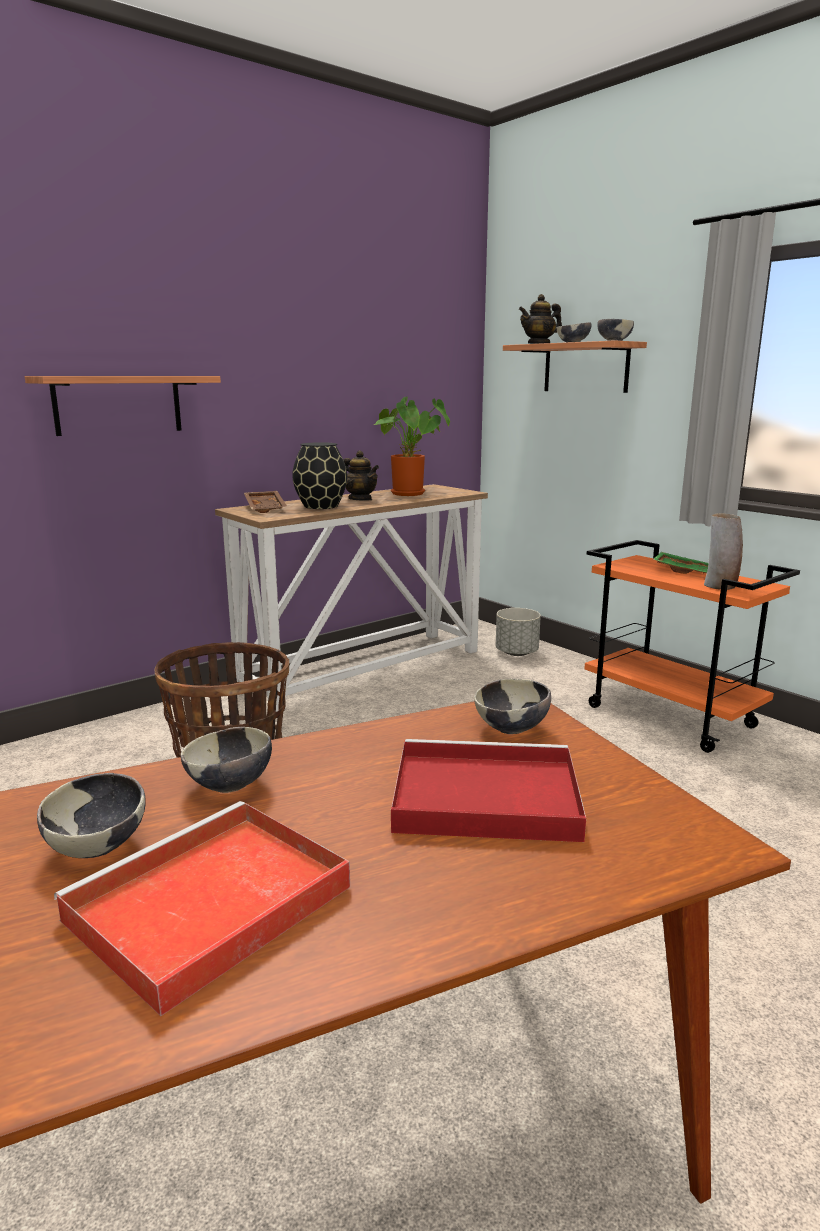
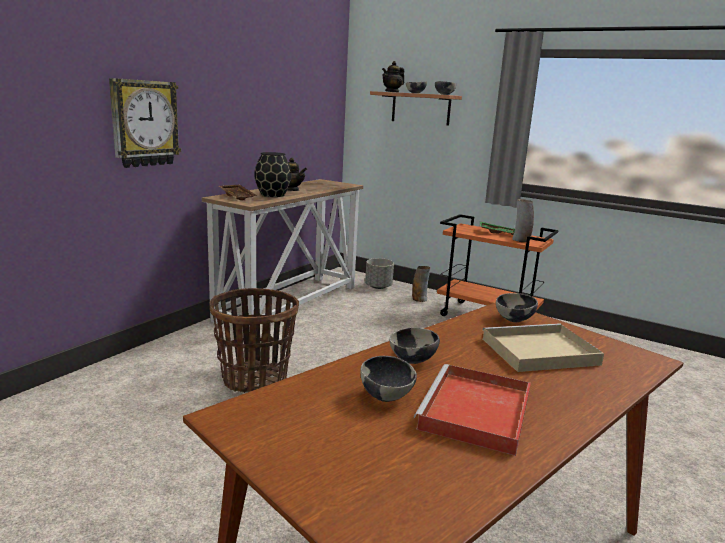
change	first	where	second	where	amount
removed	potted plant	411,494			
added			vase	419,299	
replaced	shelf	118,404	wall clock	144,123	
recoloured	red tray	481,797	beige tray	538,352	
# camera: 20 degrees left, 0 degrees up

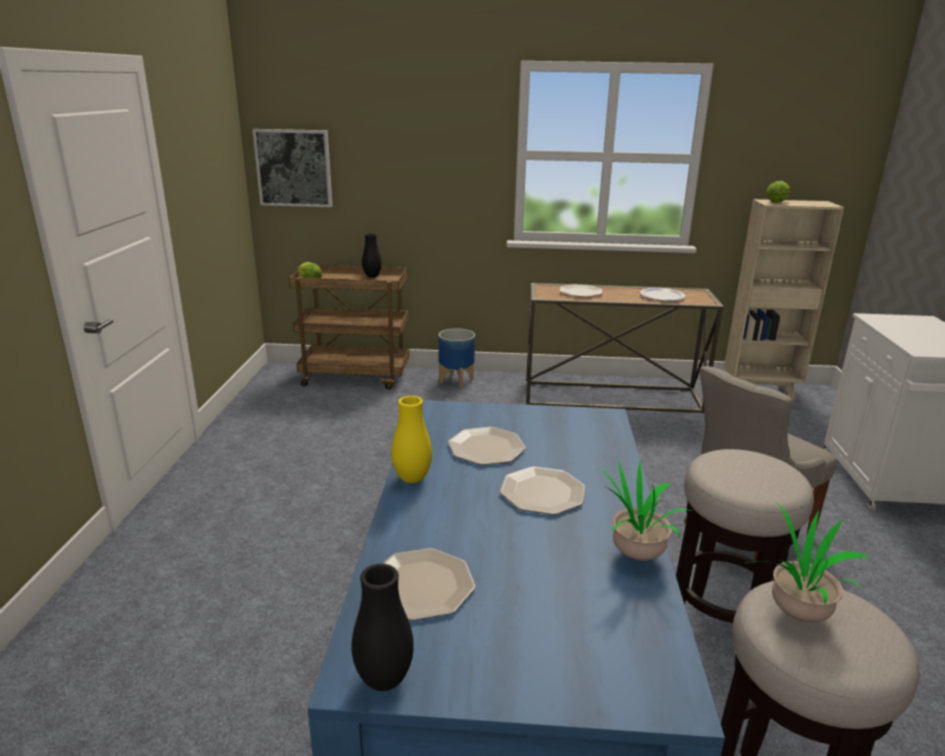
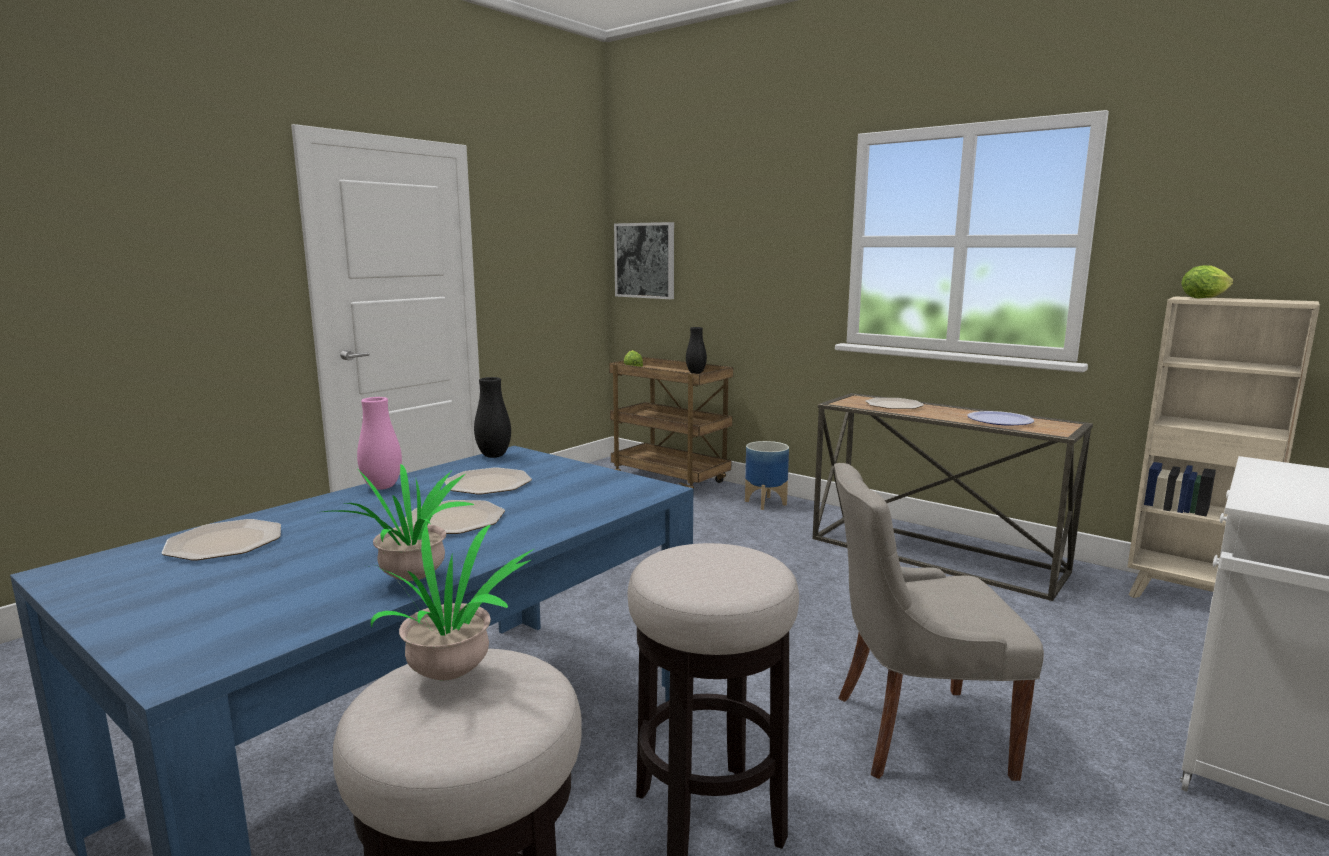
change	first	where	second	where	amount
moved	black vase	384,680		494,456	
recoloured	yellow vase	412,479	pink vase	382,487	
# camera: 35 degrees right, 10 degrees down

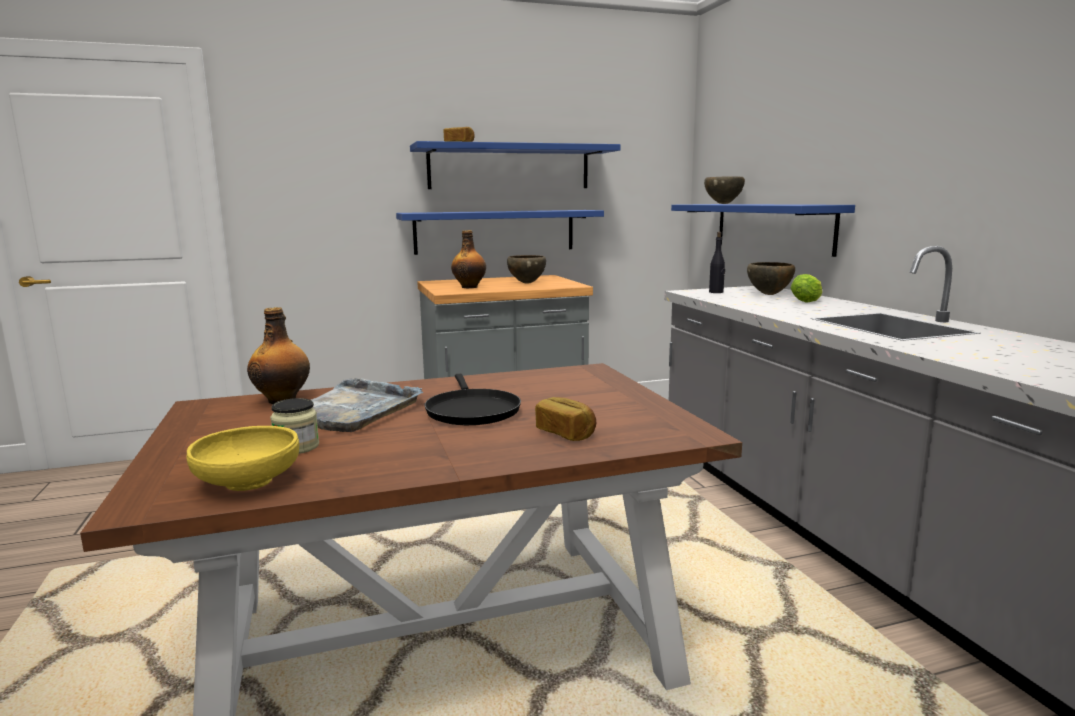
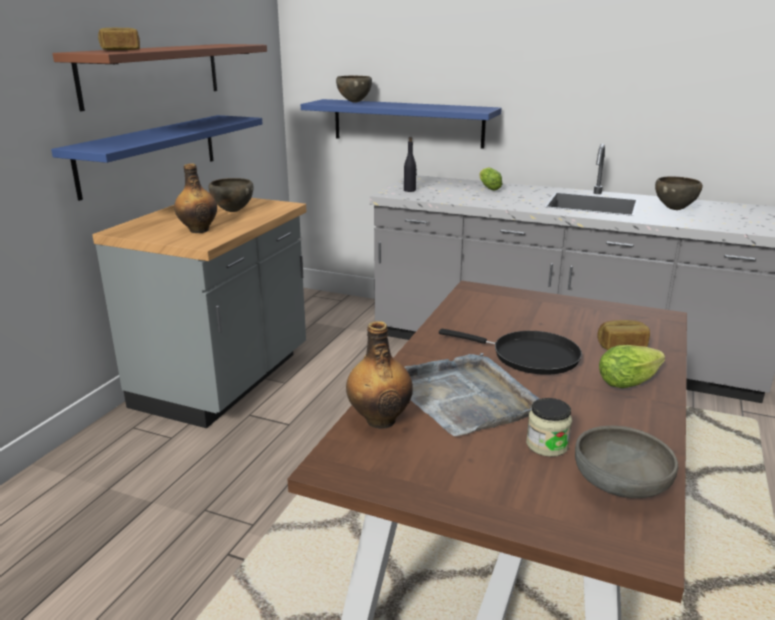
change	first	where	second	where	amount
added			lettuce	631,380	
moved	brown bowl	769,294		674,209	
recoloured	yellow bowl	248,481	grey bowl	620,484	
recoloured	blue shelf	509,167	brown shelf	153,74	
# camera: 50 degrees left, 10 degrees up

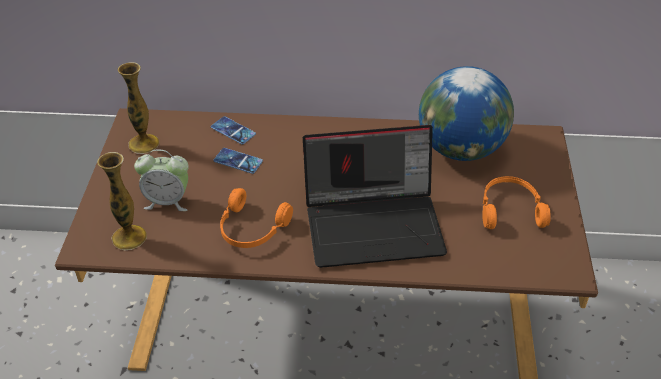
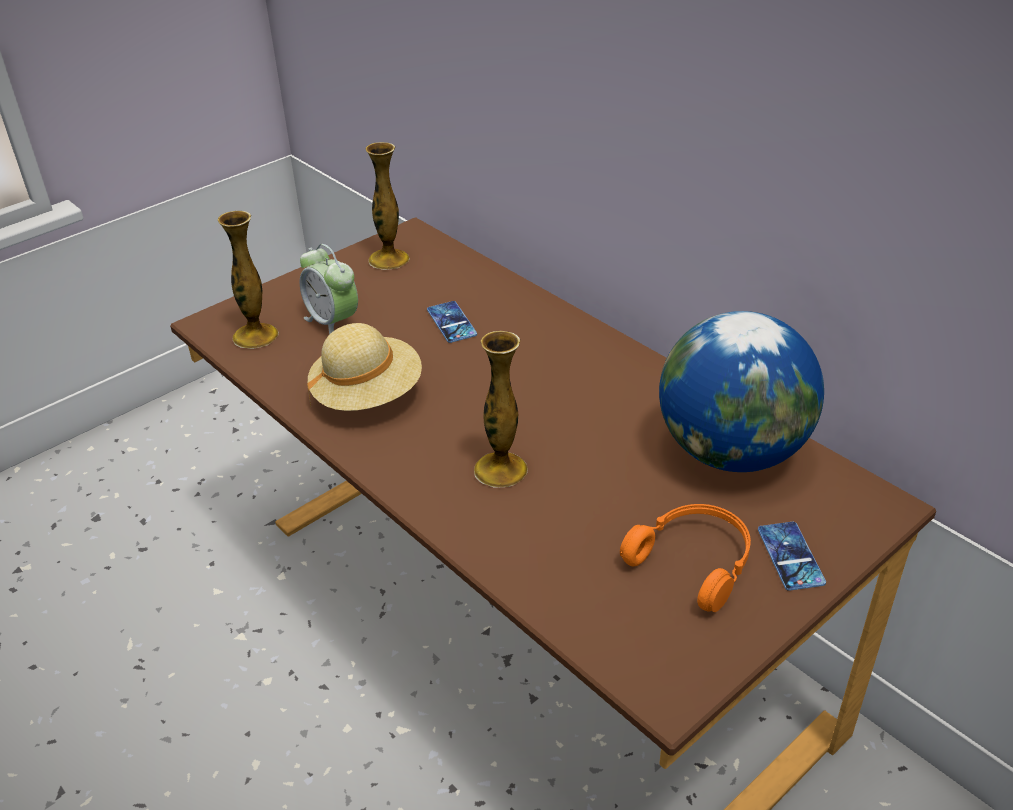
change	first	where	second	where	amount
moved	phone	233,130		790,556	
replaced	orange headphones	251,229	beige hat	367,395	
replaced	laptop	375,224	vase	501,470	
# camera: 45 degrees right, 5 degrees down

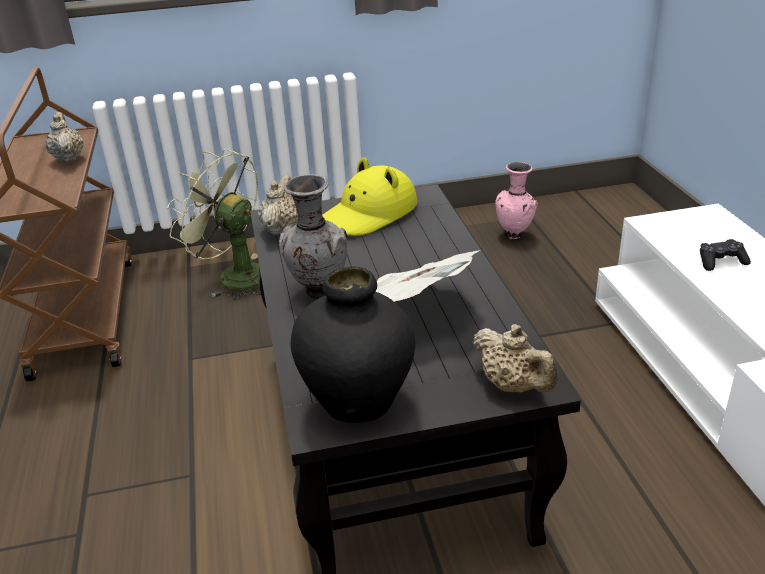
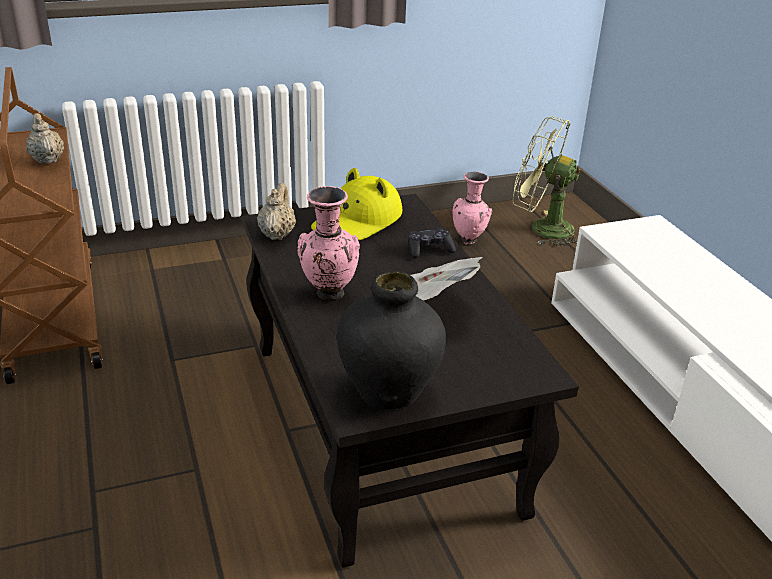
change	first	where	second	where	amount
removed	beige teapot	513,386			
moved	green fan	233,276		541,228	
moved	black game controller	721,262		429,250	
recoloured	grey vase	318,293	pink vase	328,295	
# camera: 10 degrees left, 0 degrees up

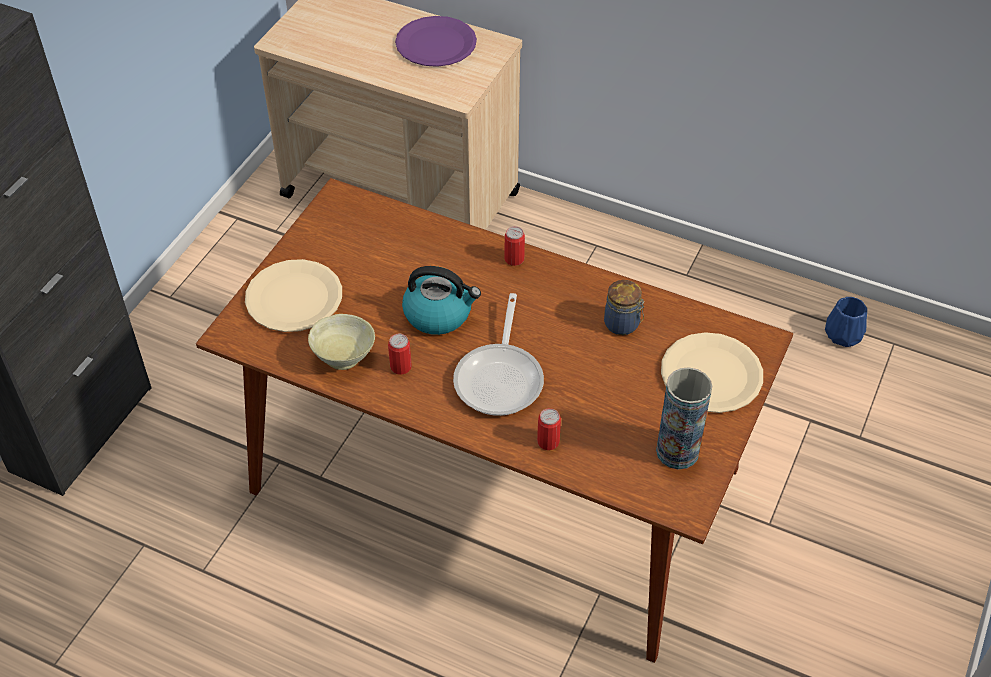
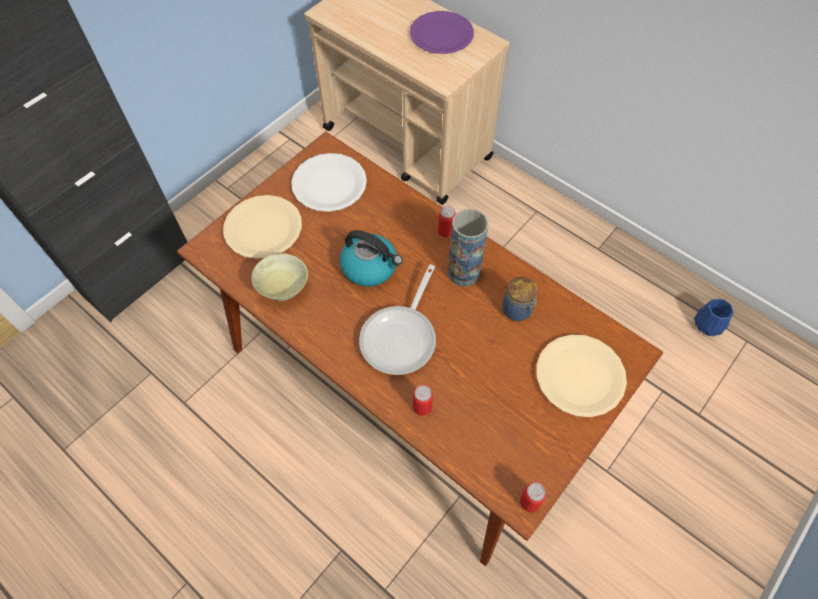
change	first	where	second	where	amount
added			white plate	329,184	
moved	can	401,367		529,502	
moved	vase	677,451		463,272	
# camera: 15 degrees right, 10 degrees up

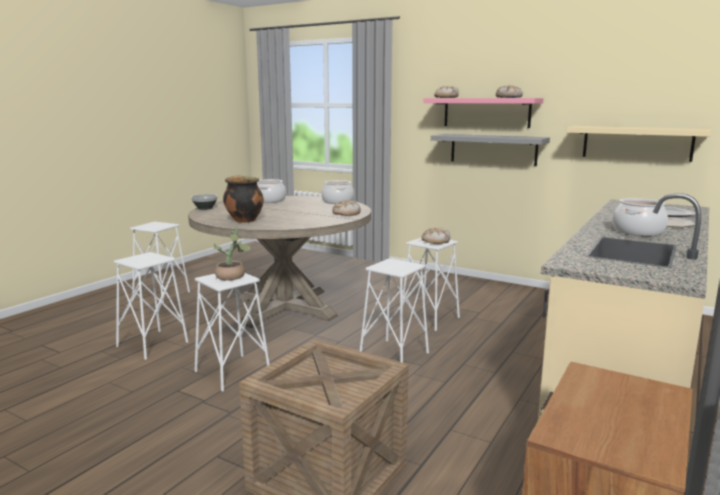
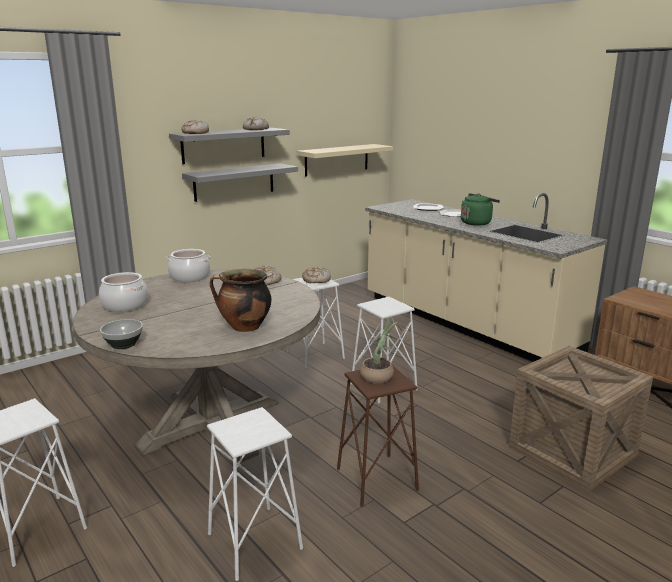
change	first	where	second	where	amount
replaced	cooking pot	638,231	green kettle	477,223	
recoloured	white stool	232,372	brown stool	376,480	
recoloured	pink shelf	486,112	grey shelf	224,145	
# camera: 70 degrees left, 5 degrees up

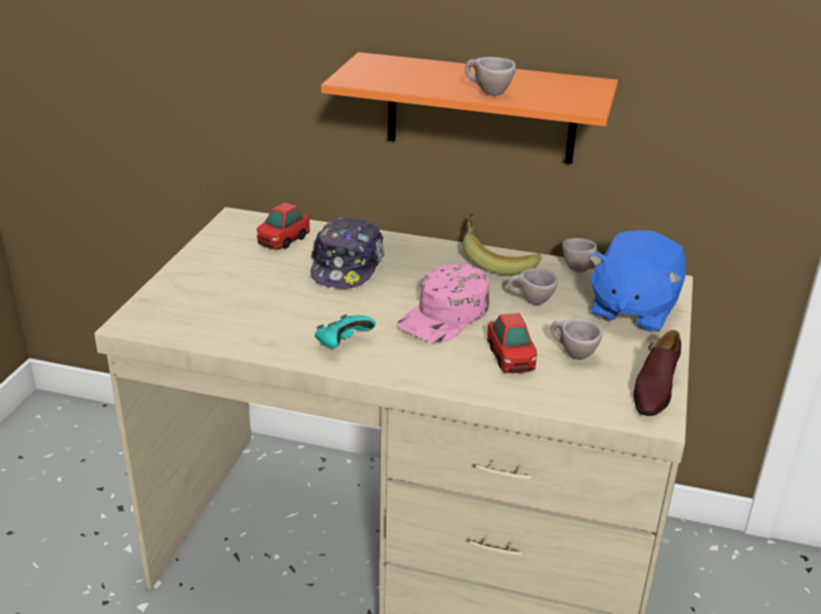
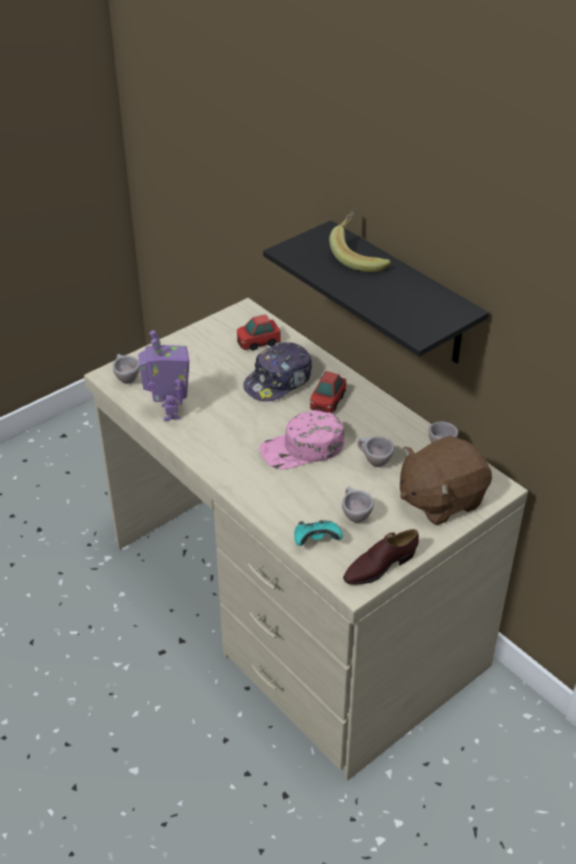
change	first	where	second	where	amount
added			toy robot	168,412	
moved	turquoise game controller	343,343		316,540	
moved	banana	497,261		360,256	
moved	beige cup	487,93		126,378	
moved	toy car	510,358		327,402	
recoloured	orange shelf	481,109	black shelf	402,295	
recoloured	blue plush toy	632,310	brown plush toy	440,499	
# camera: 35 degrees right, 10 degrees up

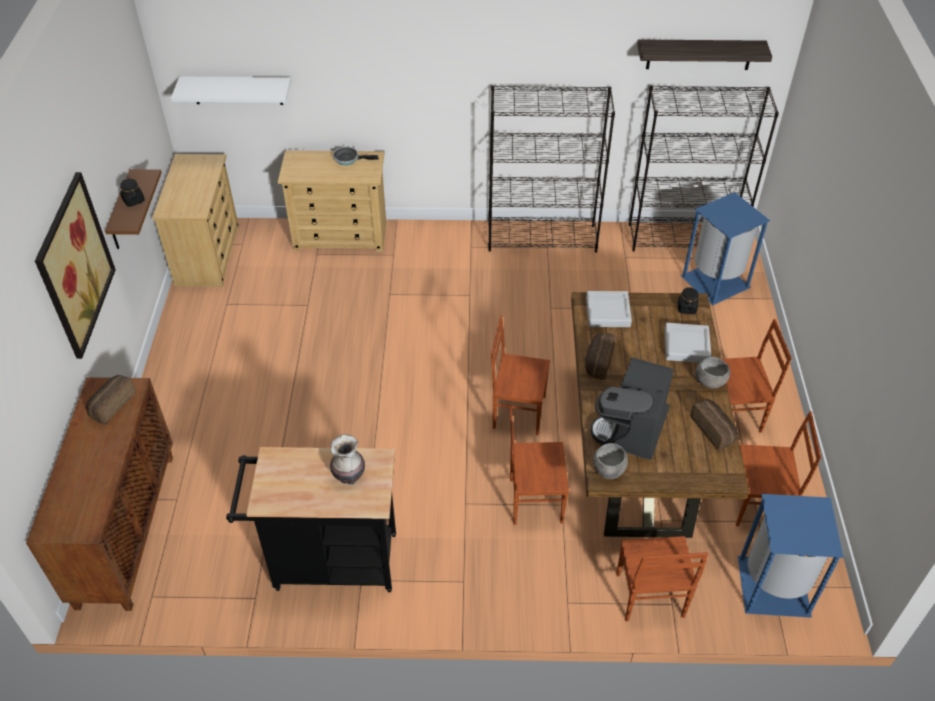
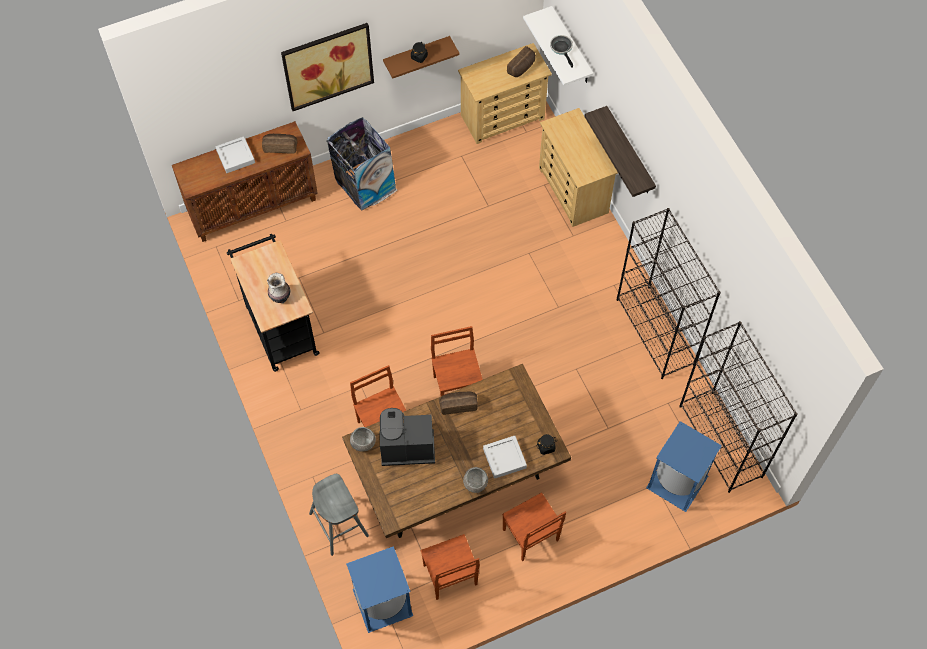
change	first	where	second	where	amount
added			trash can	364,184	
moved	frying pan	348,159		562,49	
moved	grey tray	608,312		235,156	
moved	shelf	699,54		629,152	
moved	bread	714,430		522,68	
replaced	brown chair	649,596	grey stool	339,525	
# camera: 65 degrees right, 15 degrees up

